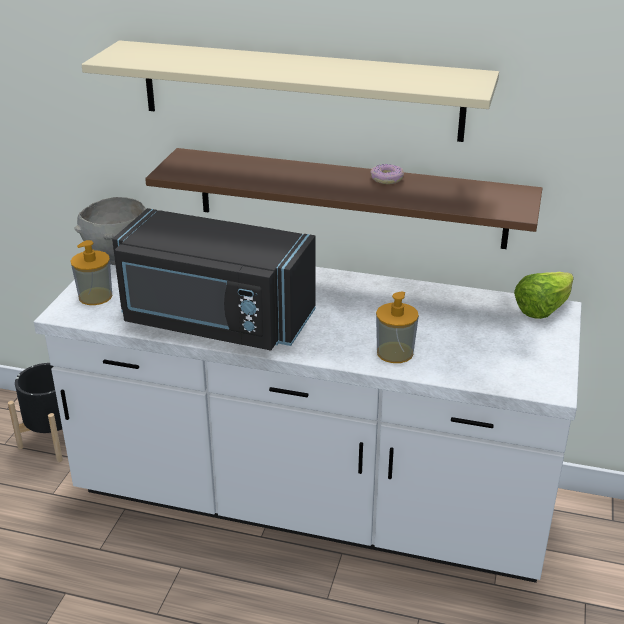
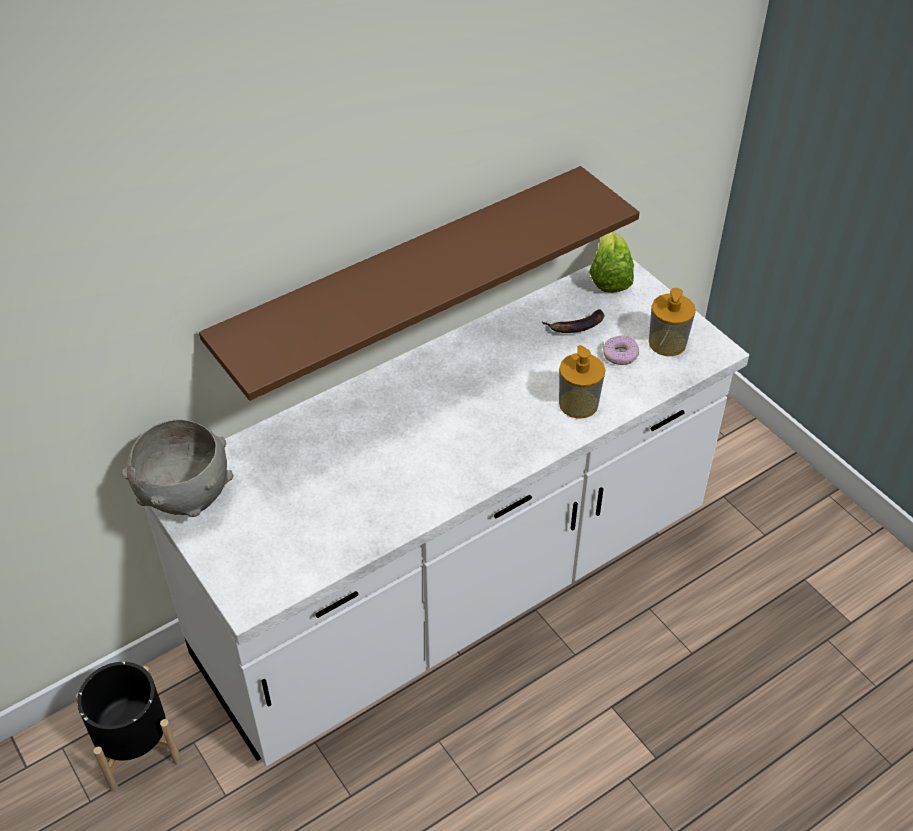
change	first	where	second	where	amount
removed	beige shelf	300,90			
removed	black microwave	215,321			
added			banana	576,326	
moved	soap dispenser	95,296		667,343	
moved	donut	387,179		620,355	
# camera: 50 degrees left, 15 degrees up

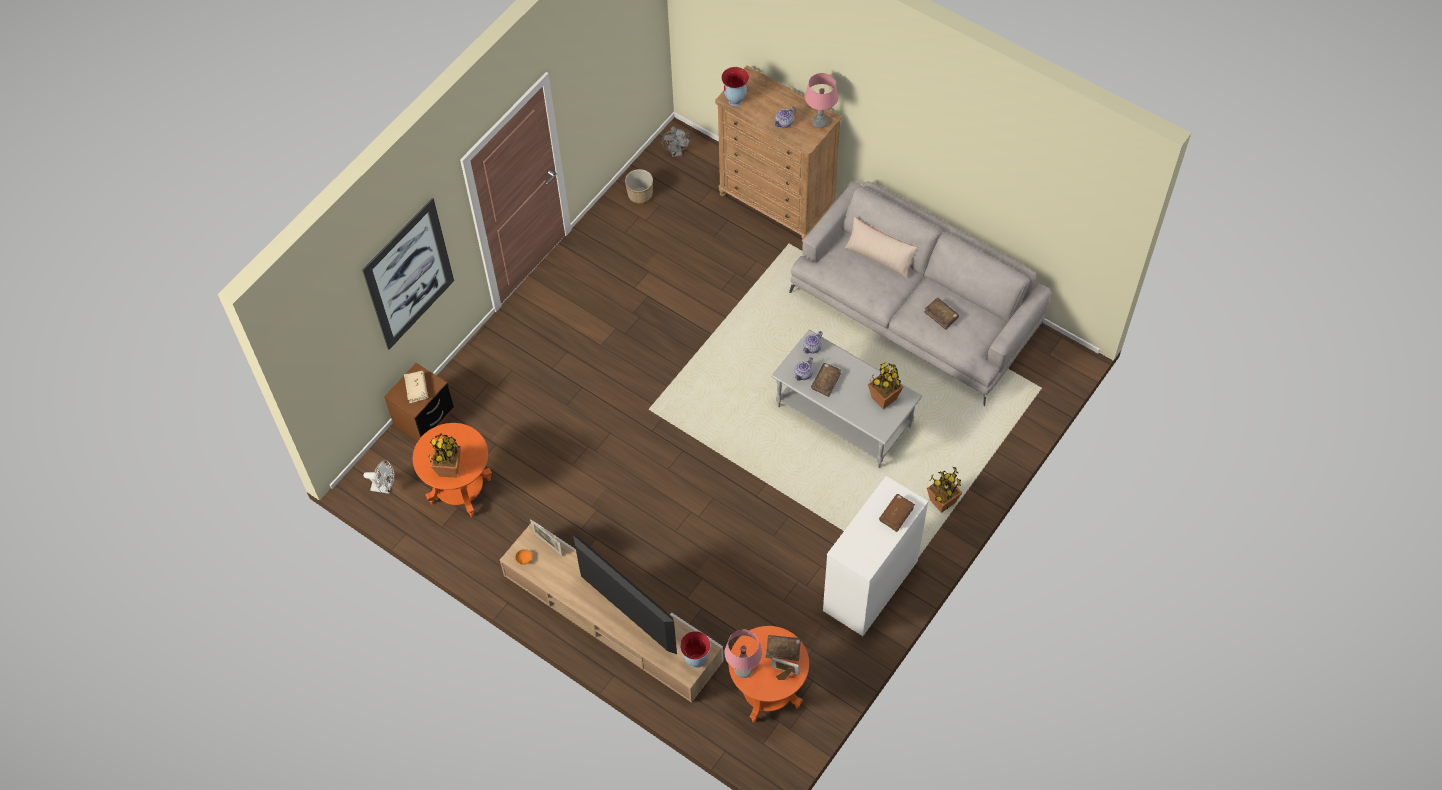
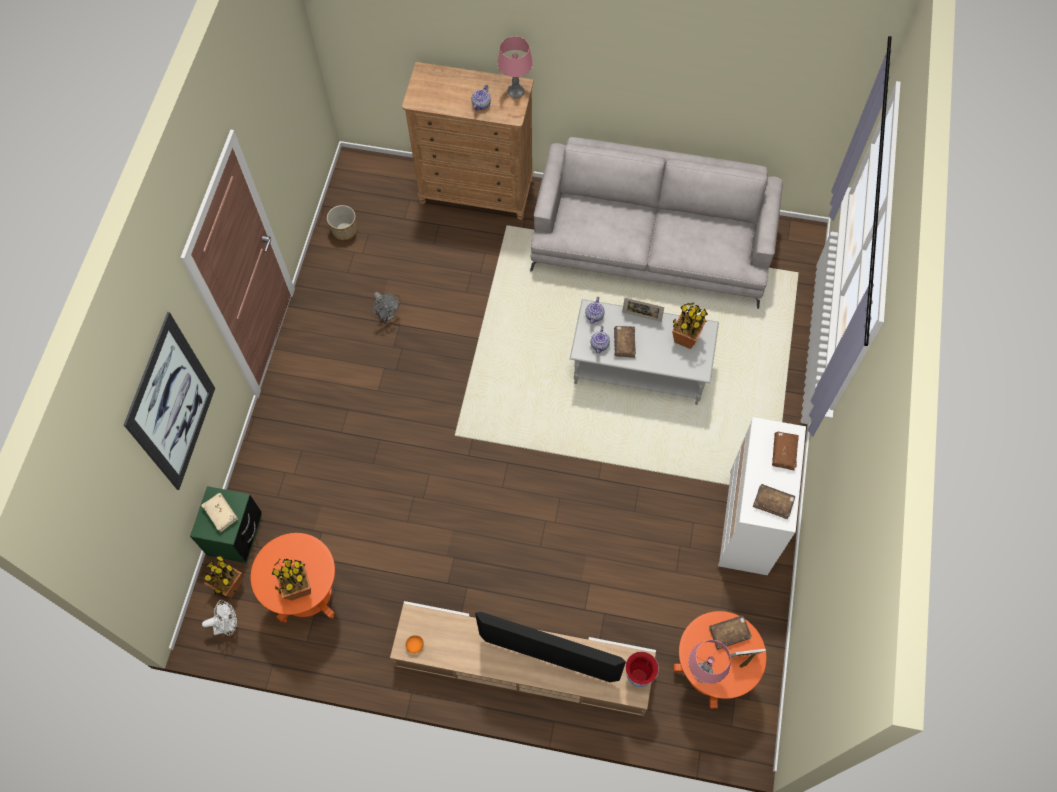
change	first	where	second	where	amount
removed	vase	735,101			
removed	beige pillow	880,257			
moved	picture frame	548,544		641,316	
moved	grey fan	676,152		387,316	
moved	brown book	941,315		773,503	
moved	potted plant	942,502		229,586	
recoloured	brown nightstand	424,418	green nightstand	235,535	
# camera: 25 degrees left, 5 degrees up

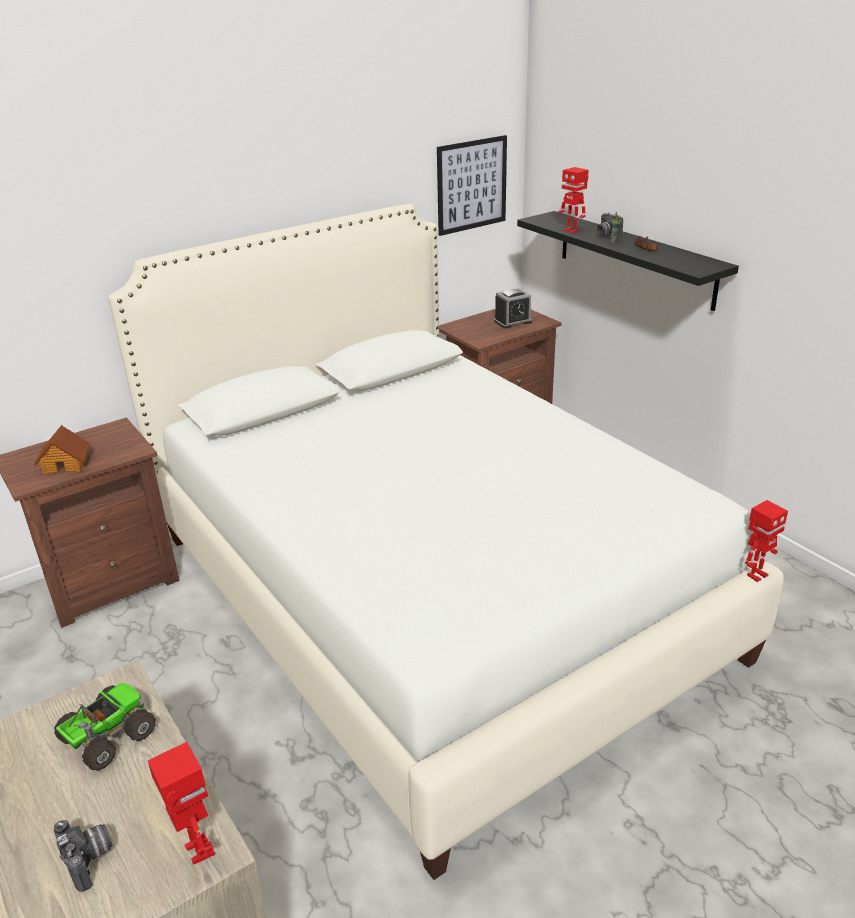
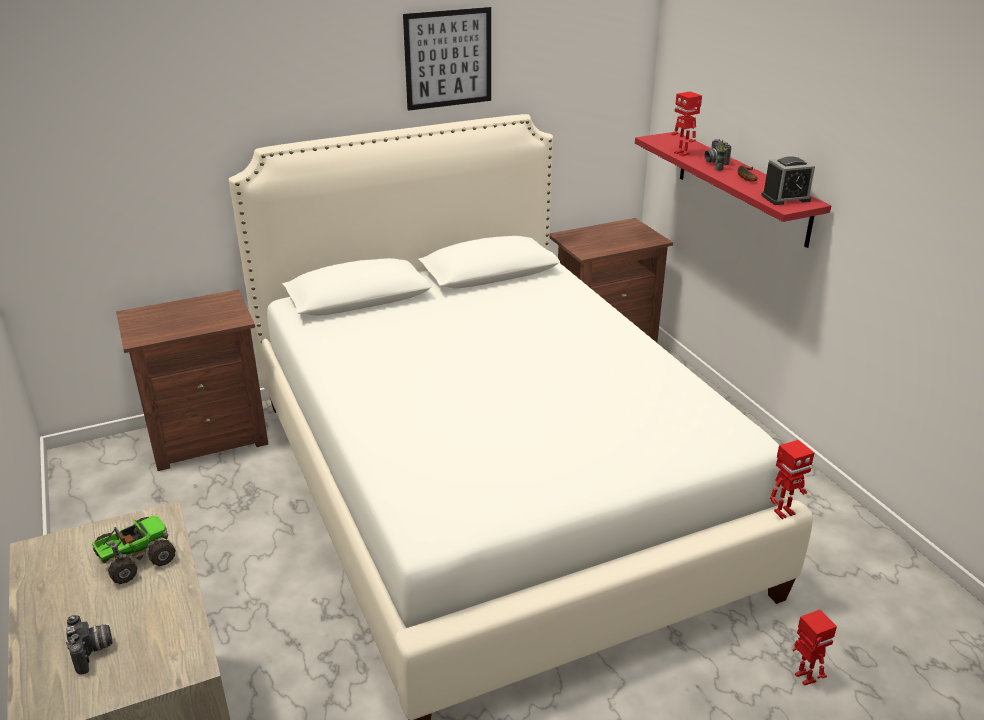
change	first	where	second	where	amount
removed	toy house	66,463			
moved	toy robot	198,851		804,678	
moved	picture	472,185		448,58	
moved	alarm clock	512,321		785,198	
recoloured	black shelf	635,259	red shelf	742,187	
# camera: 10 degrees right, 0 degrees up

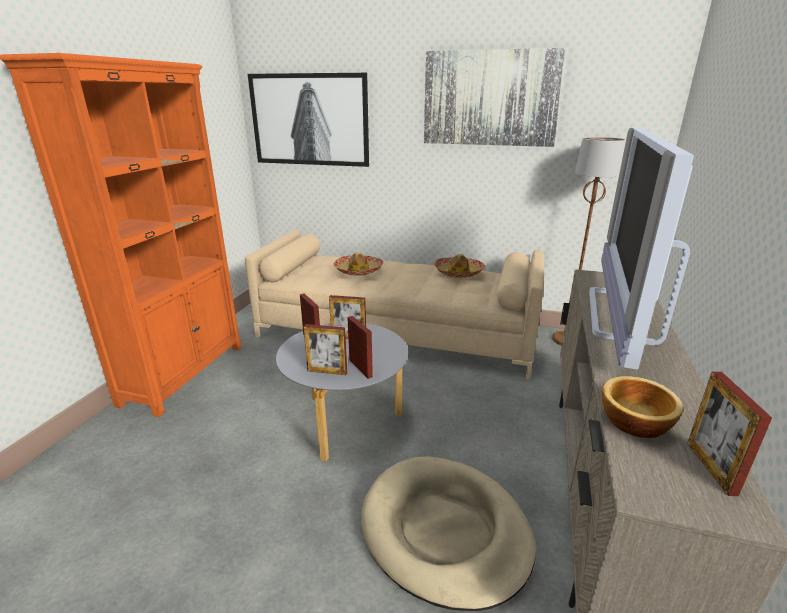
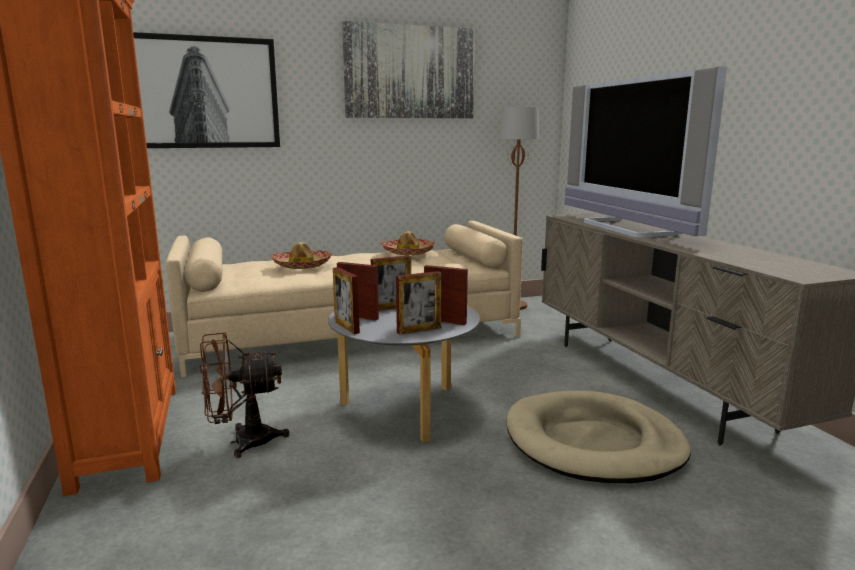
change	first	where	second	where	amount
removed	bowl	633,421			
added			brown fan	242,442	
moved	picture frame	711,467		347,327	
# camera: 35 degrees left, 10 degrees down

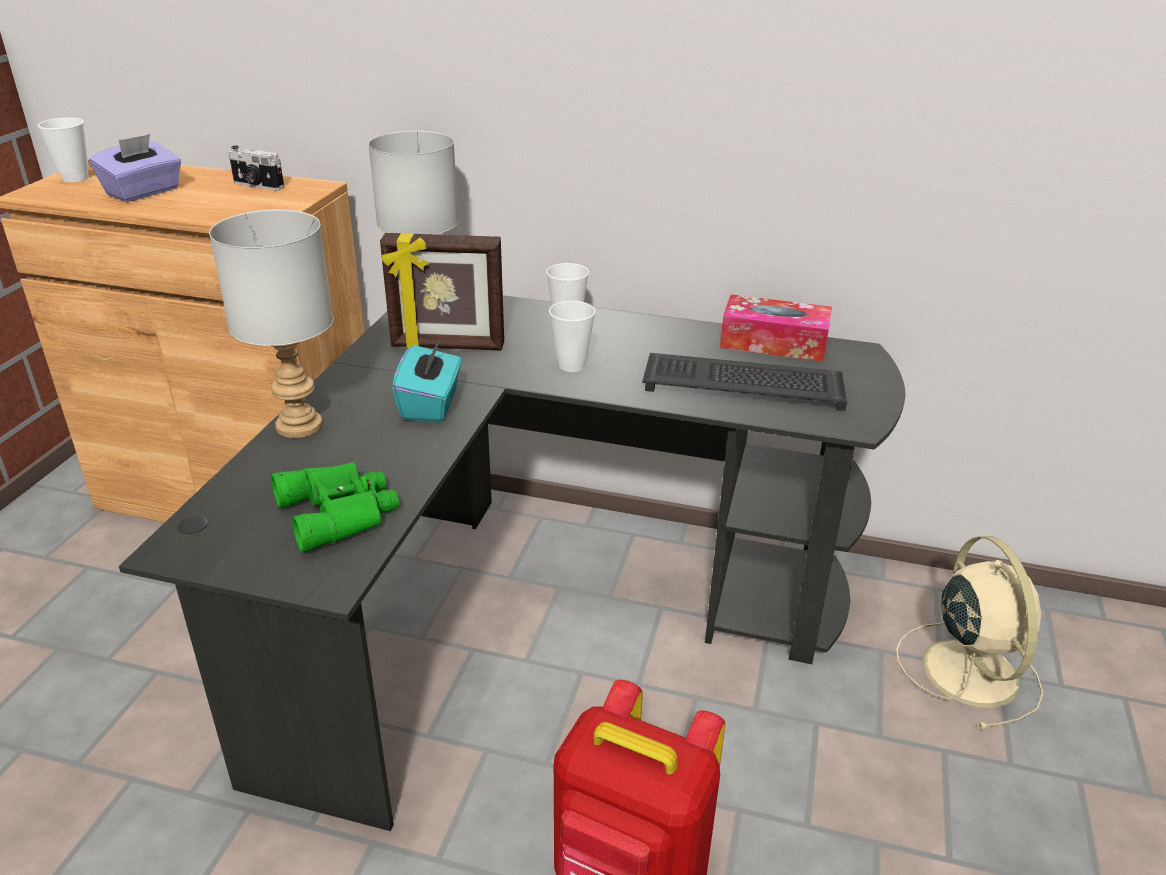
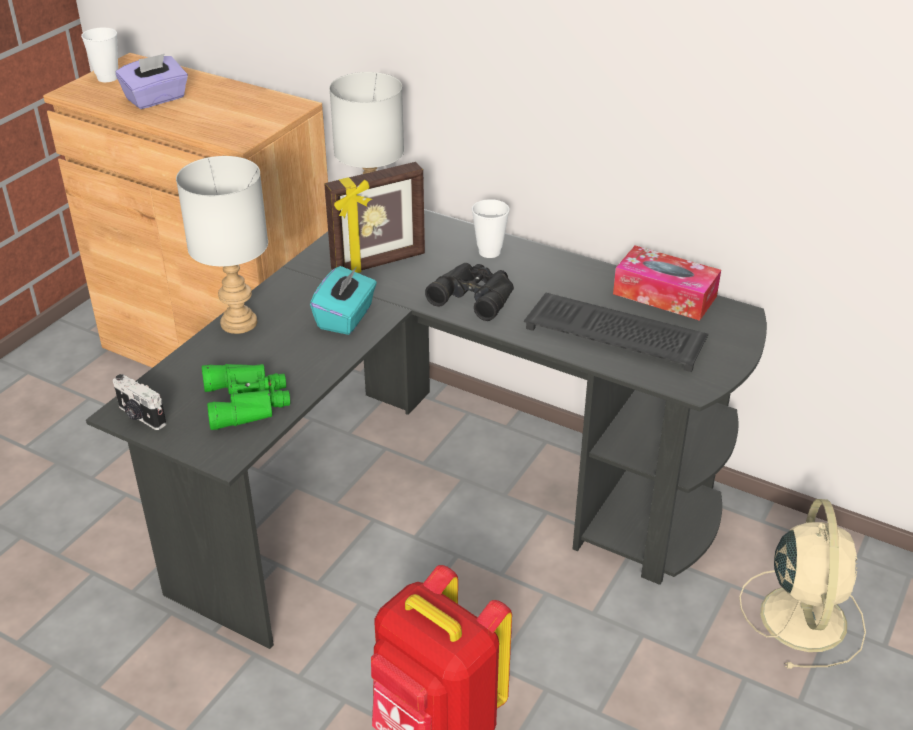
change	first	where	second	where	amount
moved	photo camera	257,185		140,416	
replaced	cup	571,365	black binoculars	475,295	
turned	picture frame	447,346		379,263	45 degrees counterclockwise
# camera: 15 degrees right, 5 degrees up

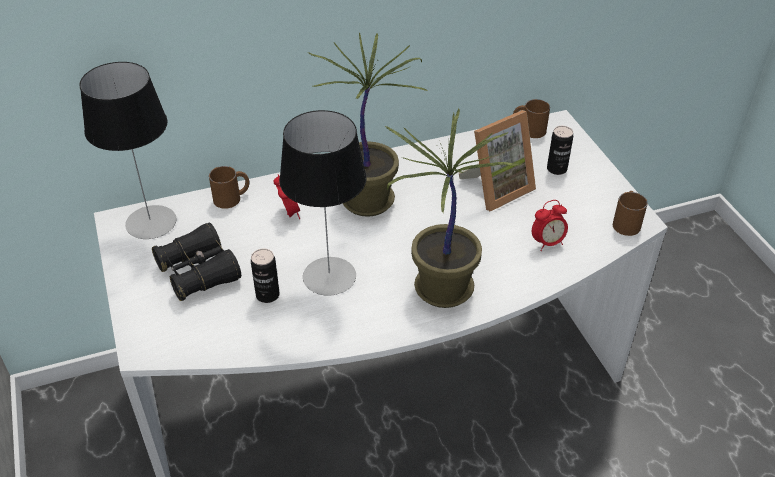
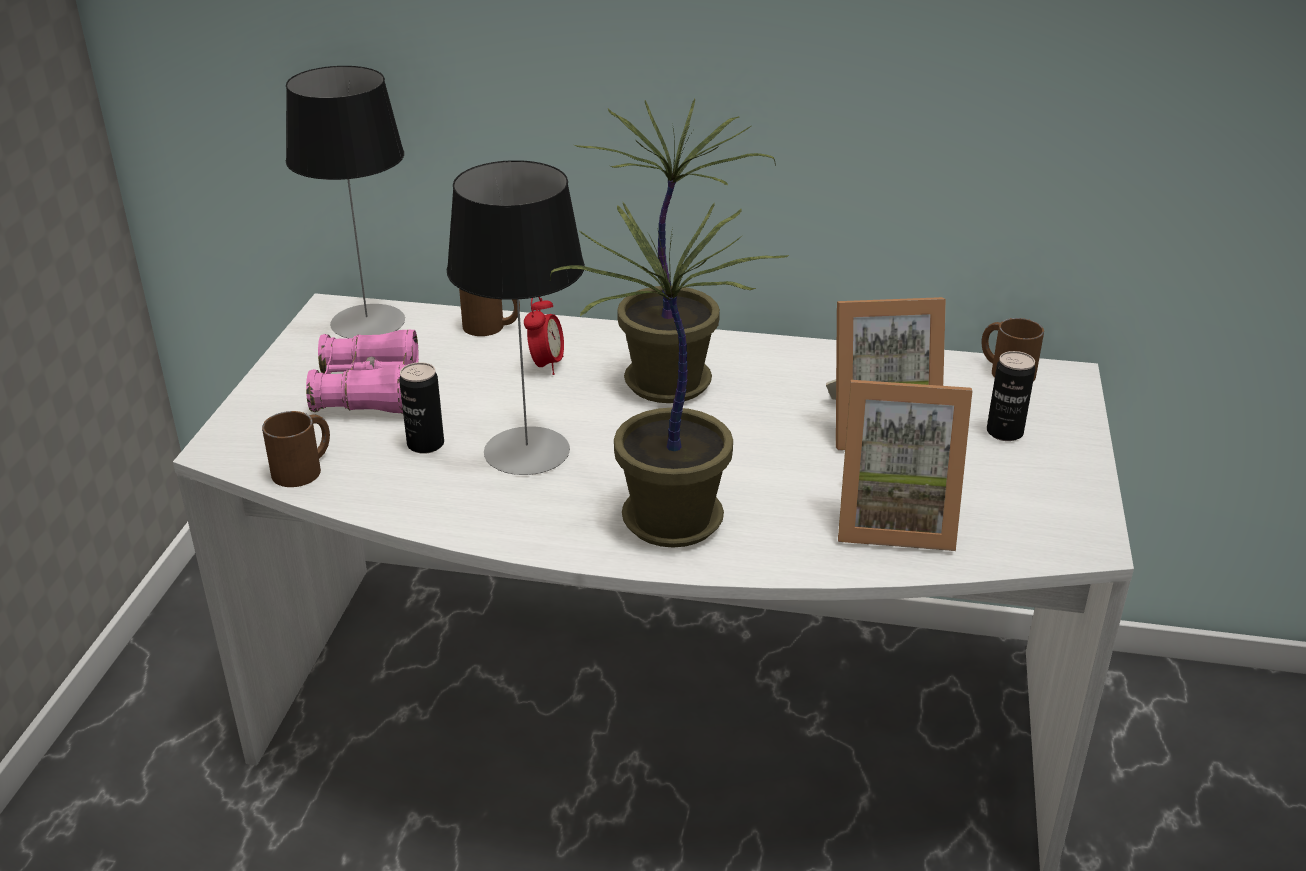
change	first	where	second	where	amount
moved	brown mug	626,222		304,468	
replaced	alarm clock	547,243	picture frame	894,520	
recoloured	black binoculars	199,272	pink binoculars	368,391	
# camera: 30 degrees right, 10 degrees down

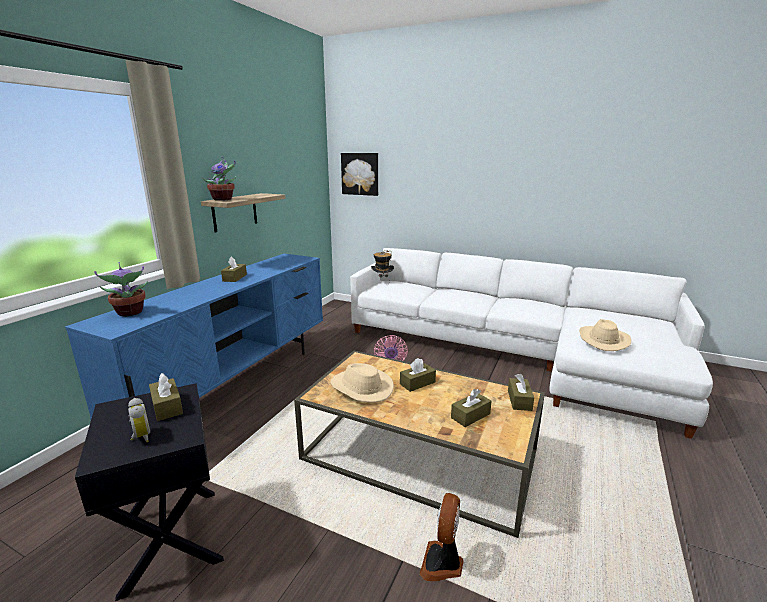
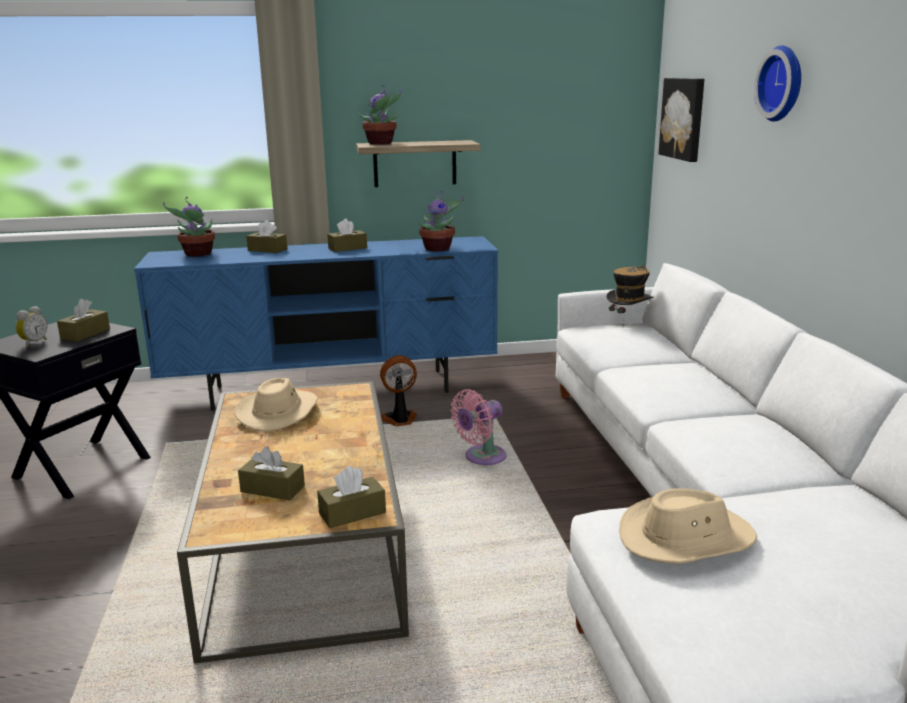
change	first	where	second	where	amount
added			potted plant	439,249	
added			wall clock	783,83	
moved	brown tissue box	417,383		267,250	
moved	fan	442,563		399,420	
# camera: 55 degrees right, 0 degrees up

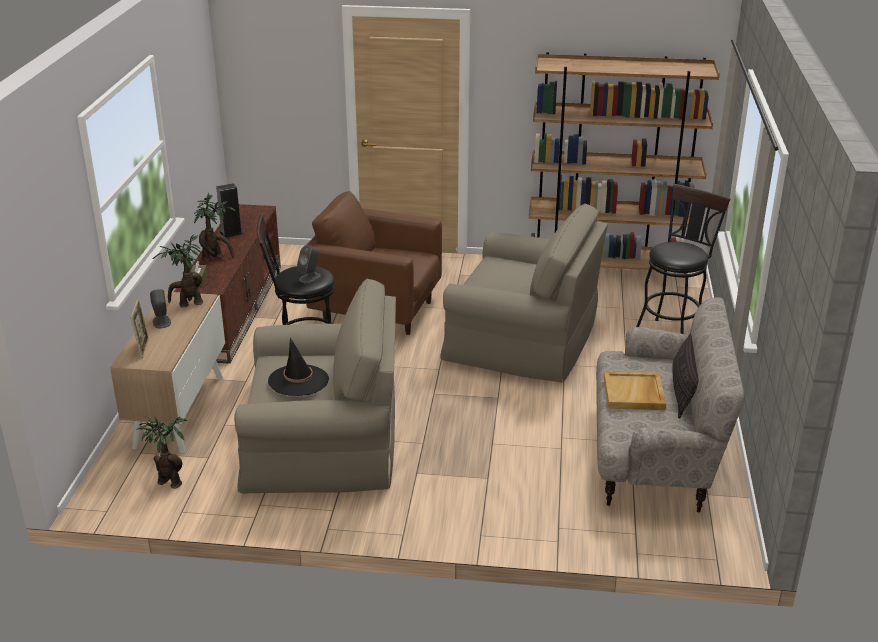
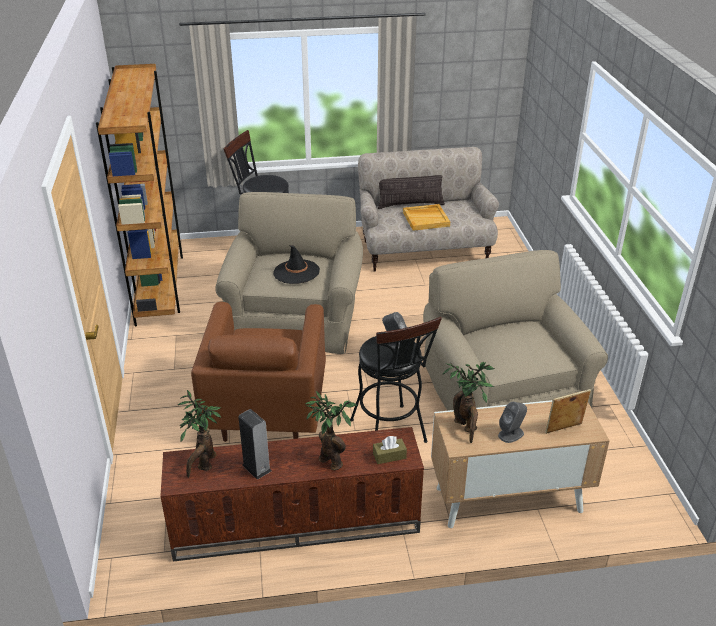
change	first	where	second	where	amount
moved	potted plant	168,481		204,464	
moved	black hat	298,380		296,272	
# camera: 105 degrees left, 5 degrees up

